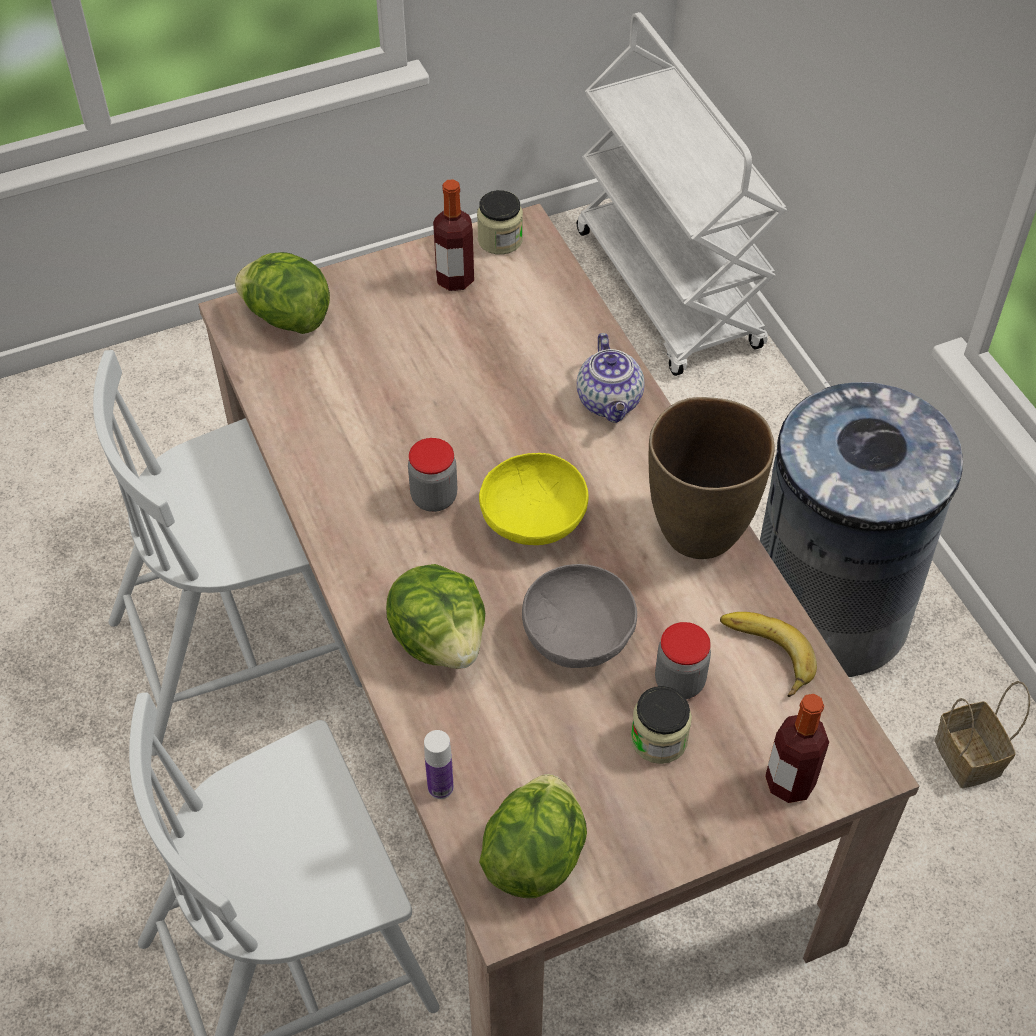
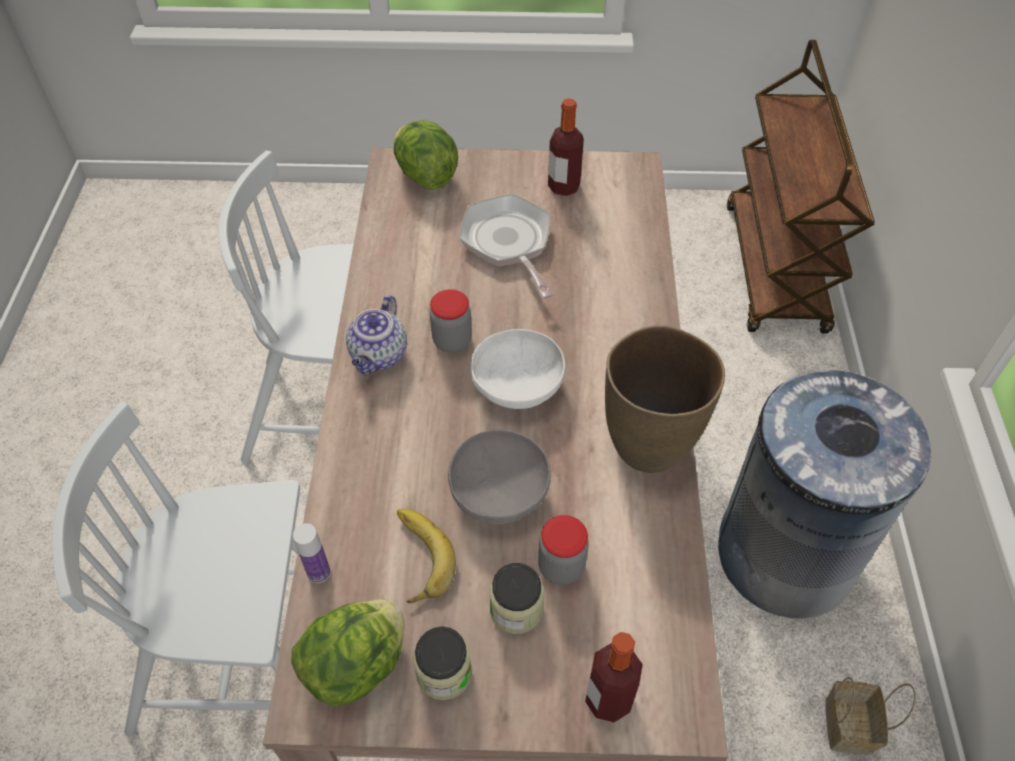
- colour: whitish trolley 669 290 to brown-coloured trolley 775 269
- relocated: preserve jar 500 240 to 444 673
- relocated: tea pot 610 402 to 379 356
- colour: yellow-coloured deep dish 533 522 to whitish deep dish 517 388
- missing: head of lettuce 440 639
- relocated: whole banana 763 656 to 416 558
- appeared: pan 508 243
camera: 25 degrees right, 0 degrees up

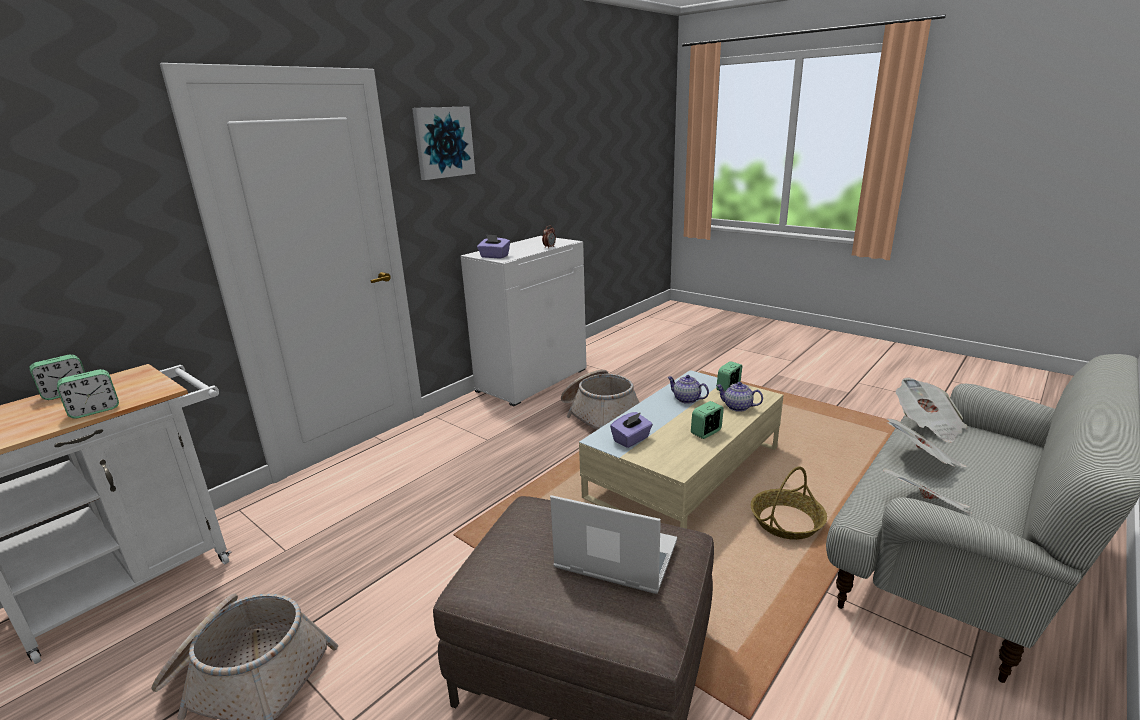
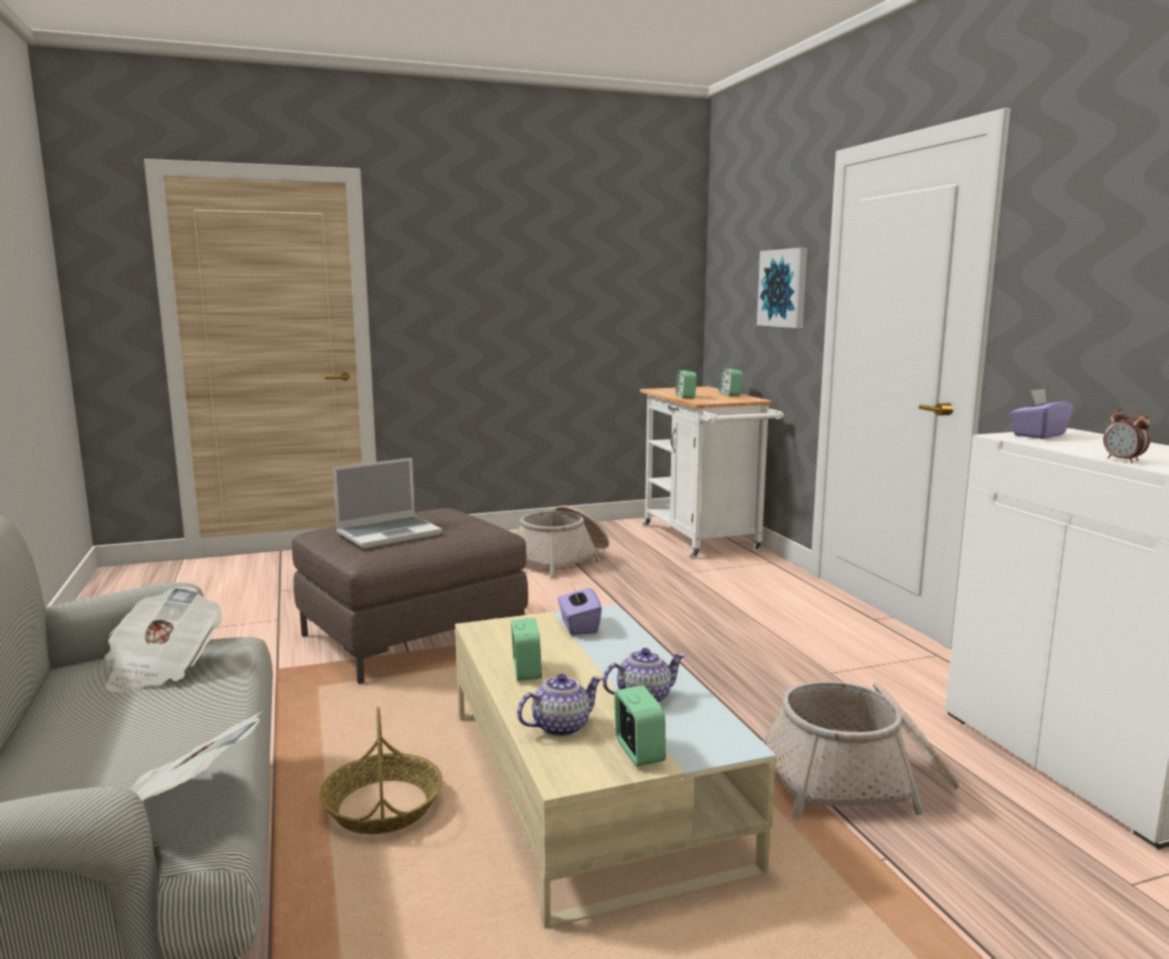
- relocated: wall art 443 142 to 783 288
- missing: newspaper 921 461
camera: 120 degrees right, 10 degrees down

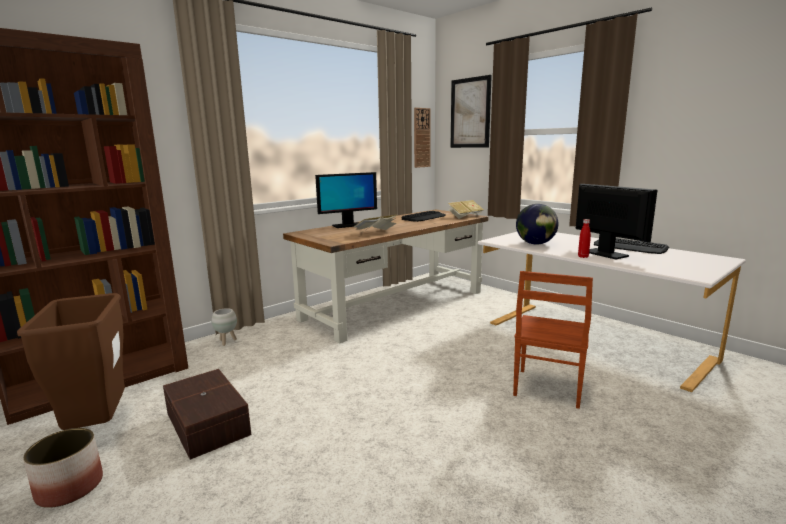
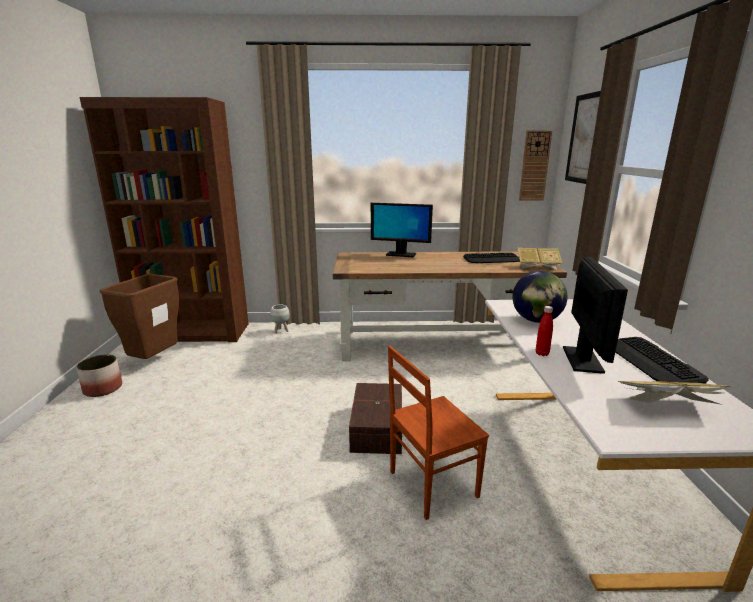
- relocated: book 376 233 to 667 406
- relocated: brown-coloured storage container 206 425 to 376 428
camera: 40 degrees right, 5 degrees up

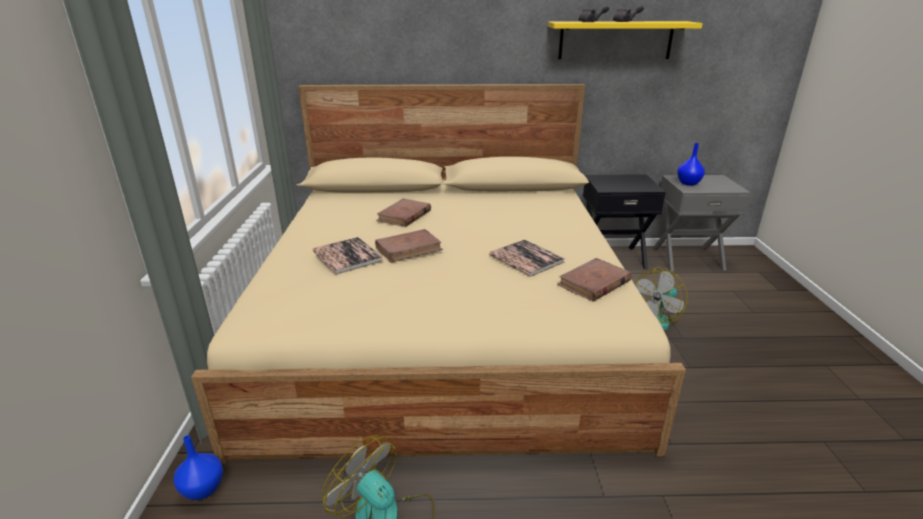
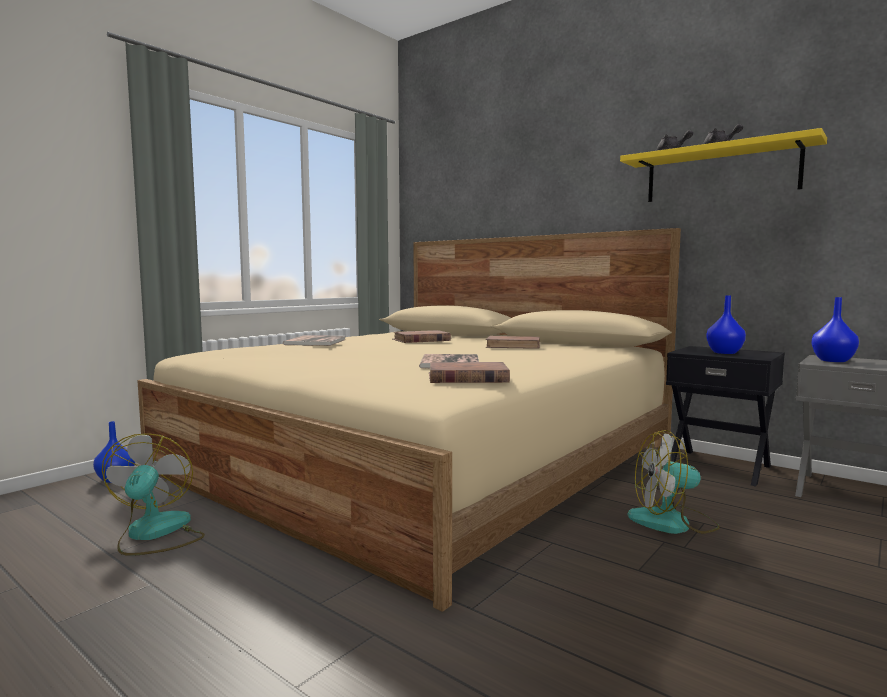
- relocated: brown-coloured book 409 248 to 513 346
- appeared: blue flower vase 725 352
camera: 40 degrees right, 20 degrees down

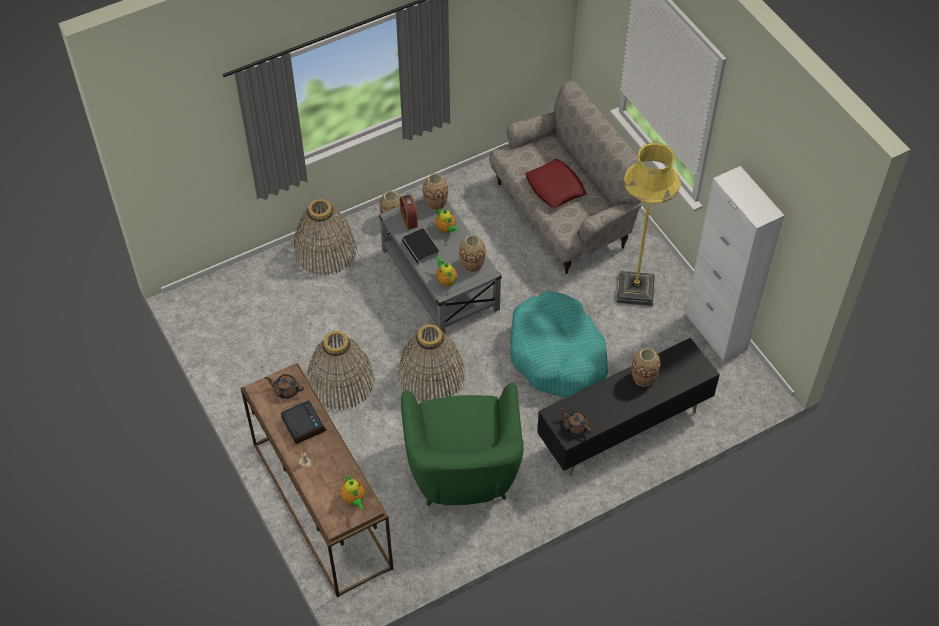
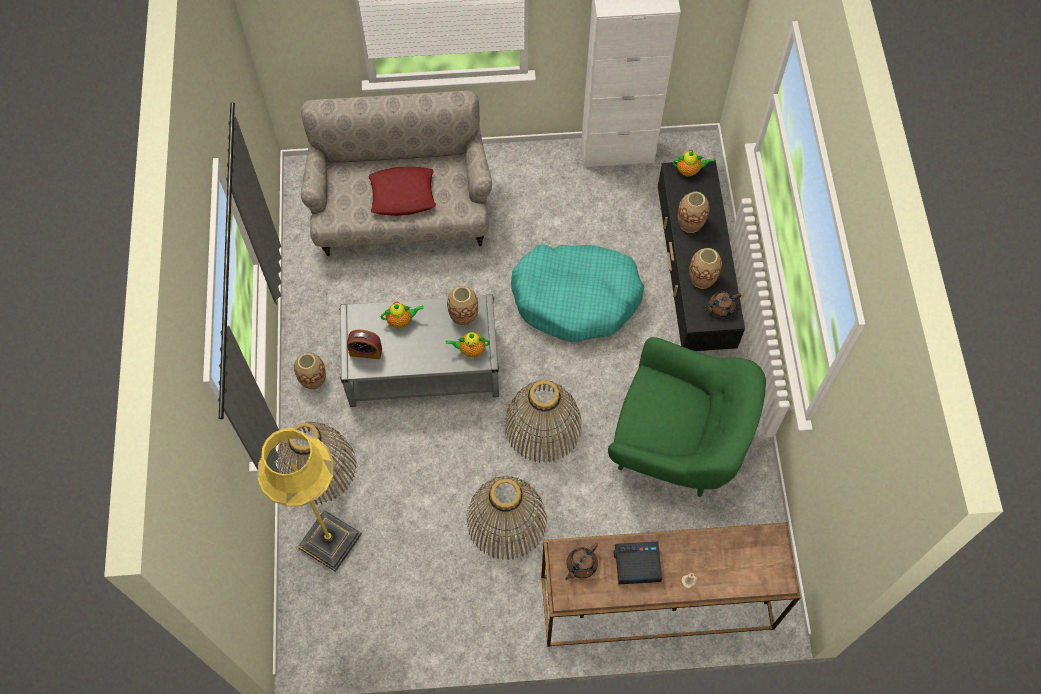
- relocated: yellow-coloured standing lamp 635 290 to 330 541
- relocated: flower vase 435 203 to 702 278
- missing: book 421 249
- relocated: tea pot 354 499 to 689 170
camera: 65 degrees left, 10 degrees up

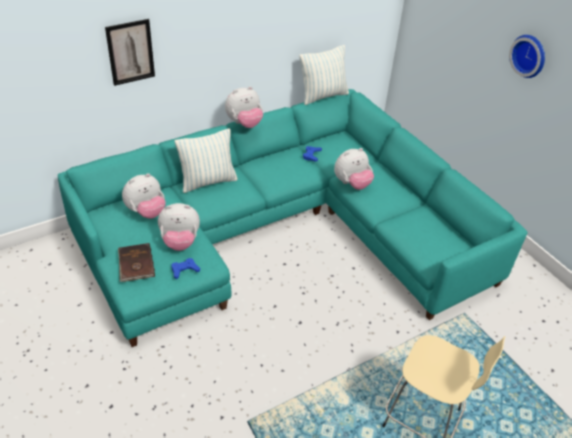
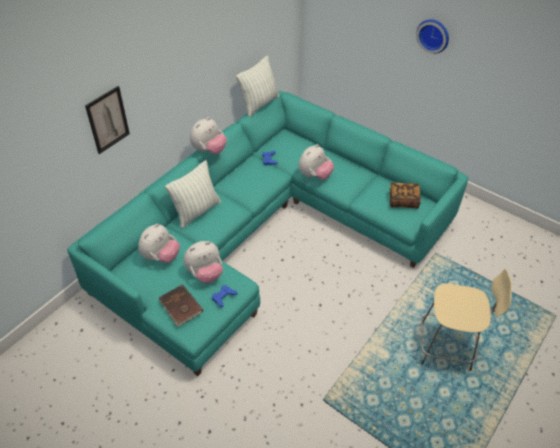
- appeared: book 403 201
camera: 20 degrees left, 5 degrees up

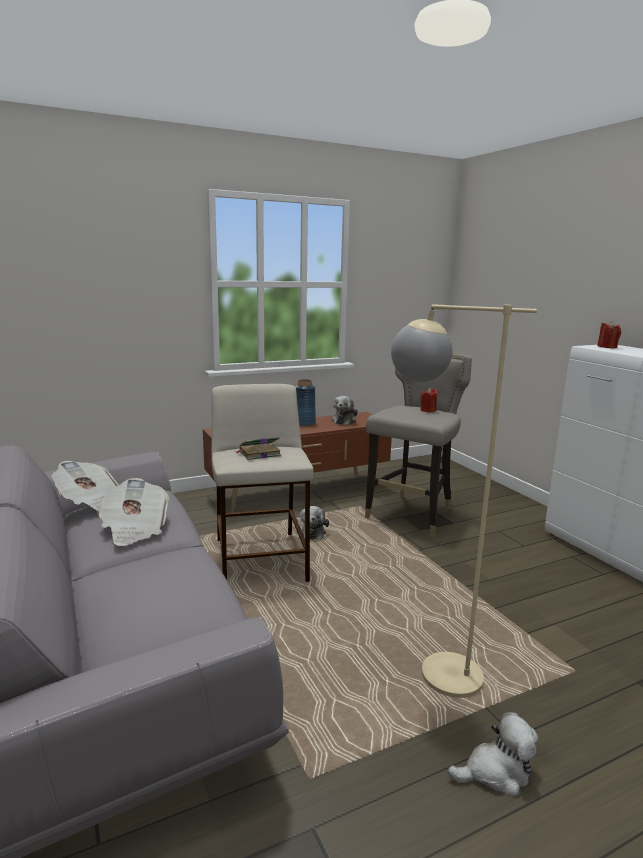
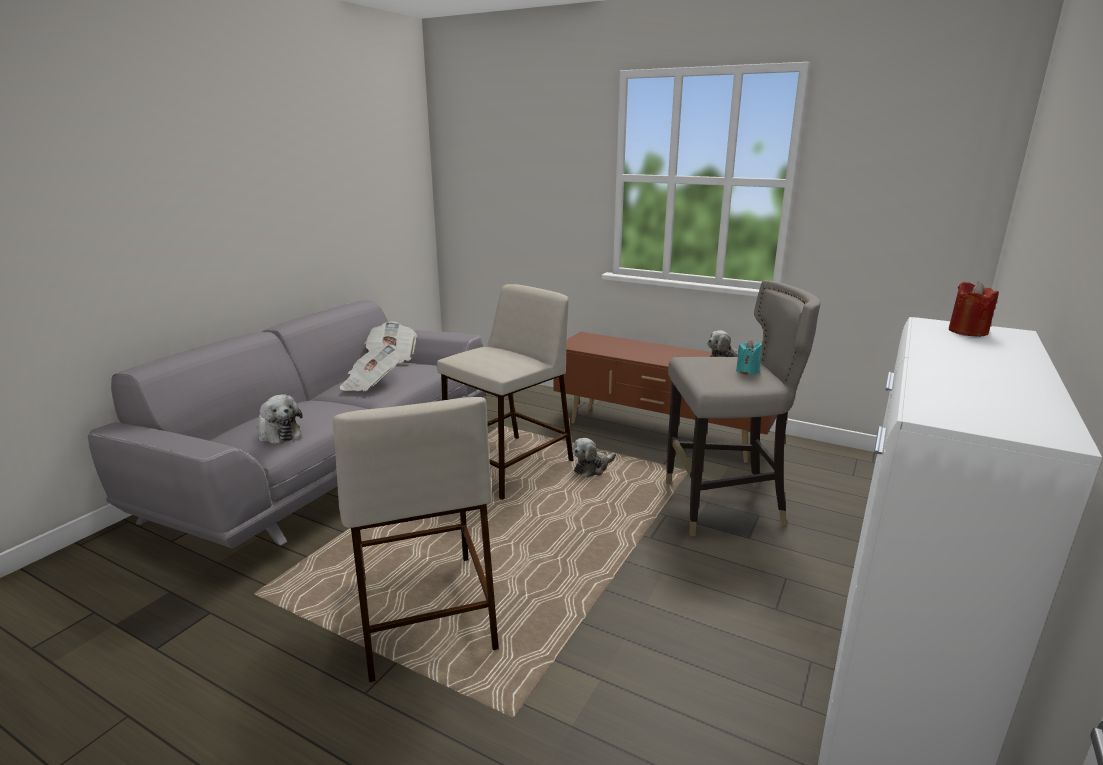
- exchanged: beige-coloured standing lamp 429 672 to beige-coloured stool 423 611
- missing: blue flower vase 304 423
- colour: red-coloured wax light 428 410 to turquoise-coloured wax light 747 371
- missing: book 258 454
- relocated: soft toy 495 772 to 278 433
camera: 55 degrees right, 5 degrees up

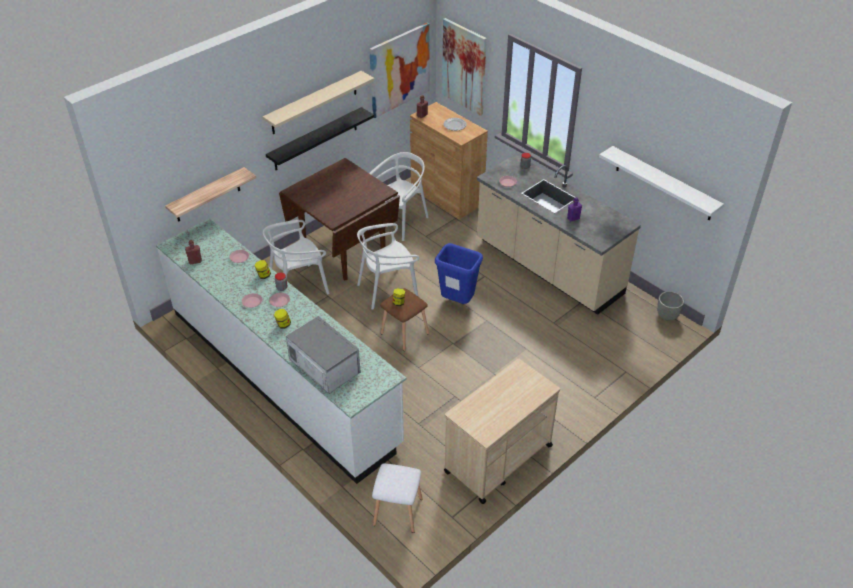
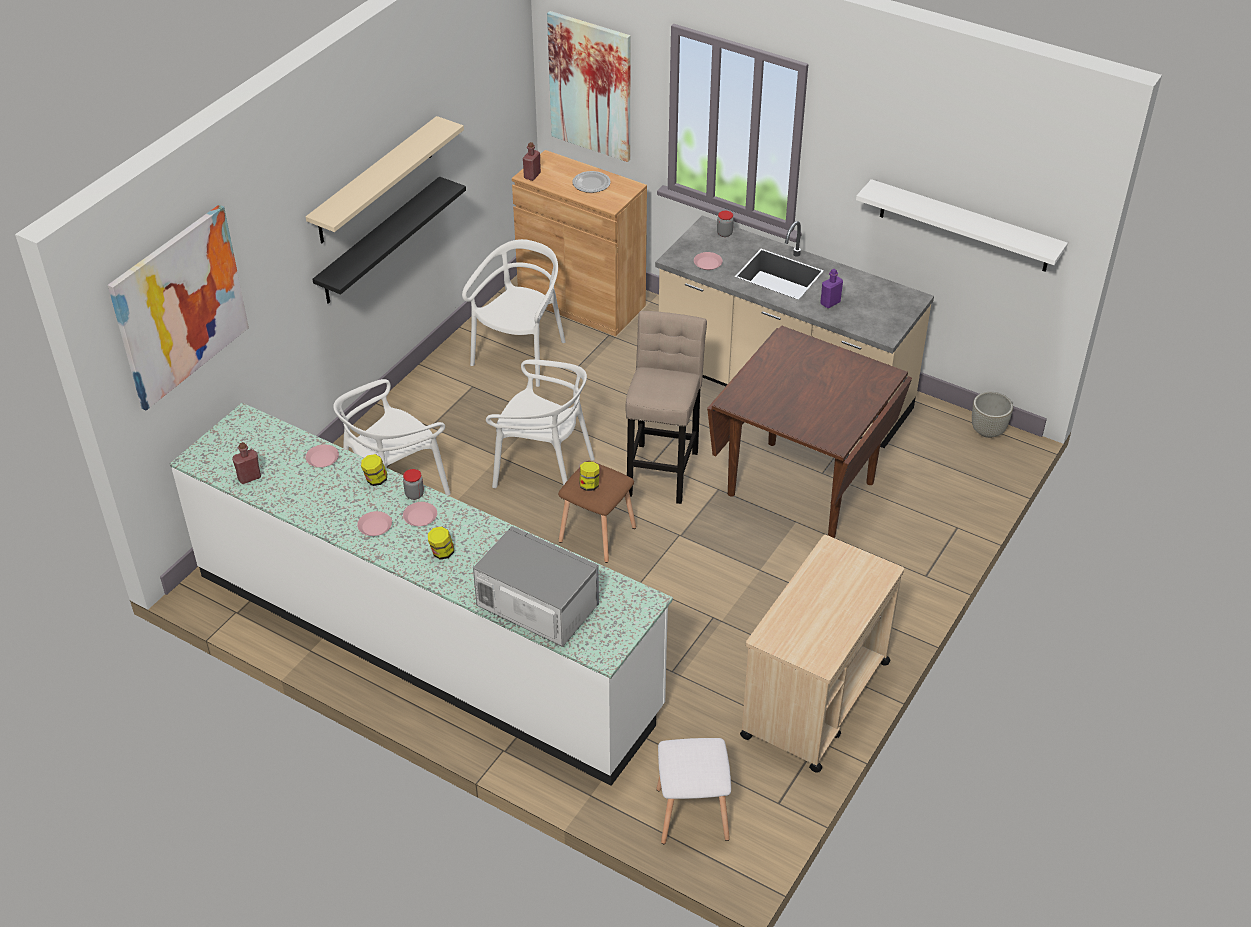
- relocated: wall art 399 70 to 179 306
- relocated: brown-coloured kitchen table 343 252 to 800 489
- missing: bracket shelf 207 195
- spun: whitish chair 387 290 = 543 470 120 degrees counterclockwise
- exchanged: blue rubbish bin 457 302 to beige-coloured stool 663 469
camera: 15 degrees left, 0 degrees up

